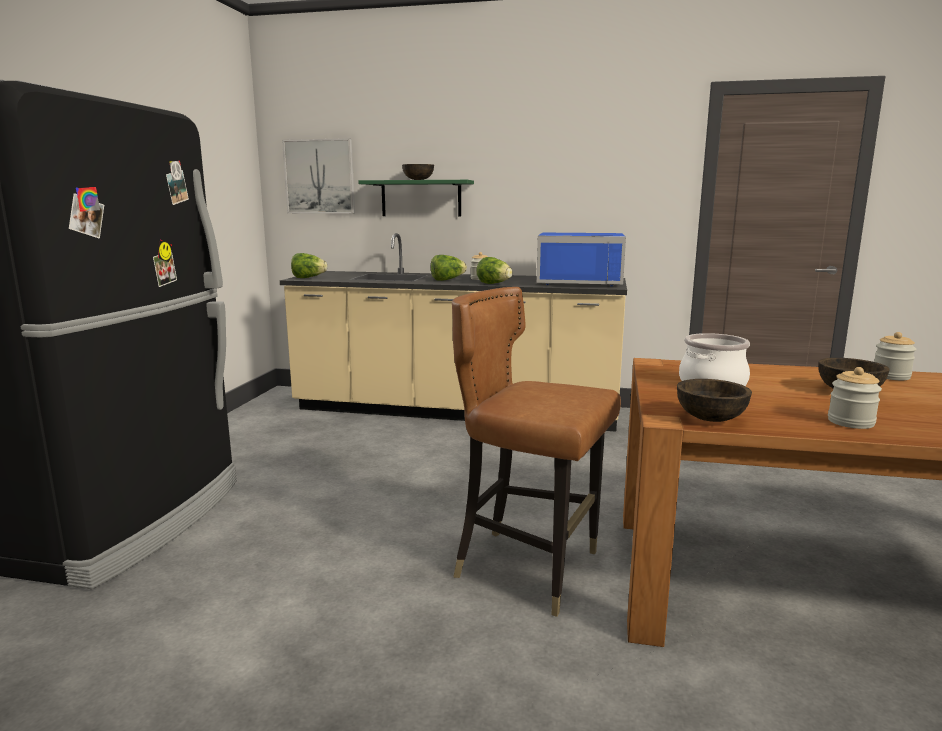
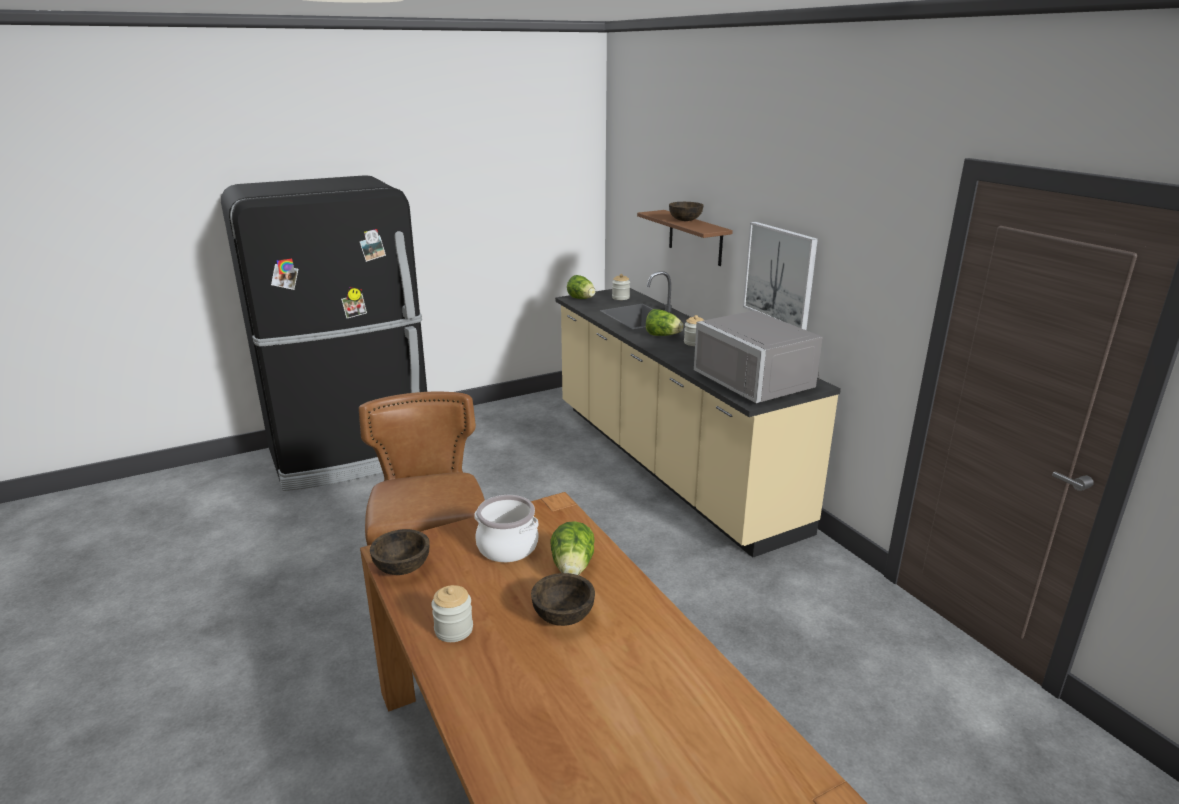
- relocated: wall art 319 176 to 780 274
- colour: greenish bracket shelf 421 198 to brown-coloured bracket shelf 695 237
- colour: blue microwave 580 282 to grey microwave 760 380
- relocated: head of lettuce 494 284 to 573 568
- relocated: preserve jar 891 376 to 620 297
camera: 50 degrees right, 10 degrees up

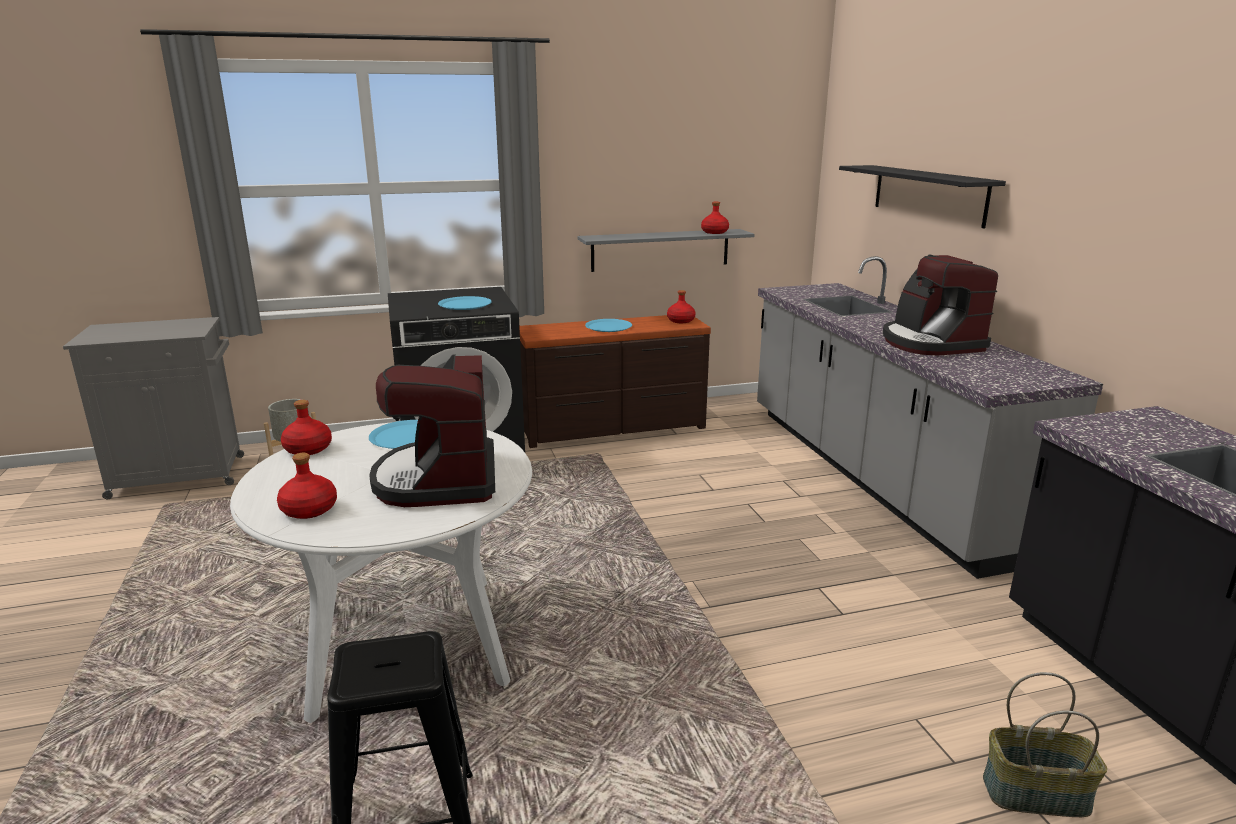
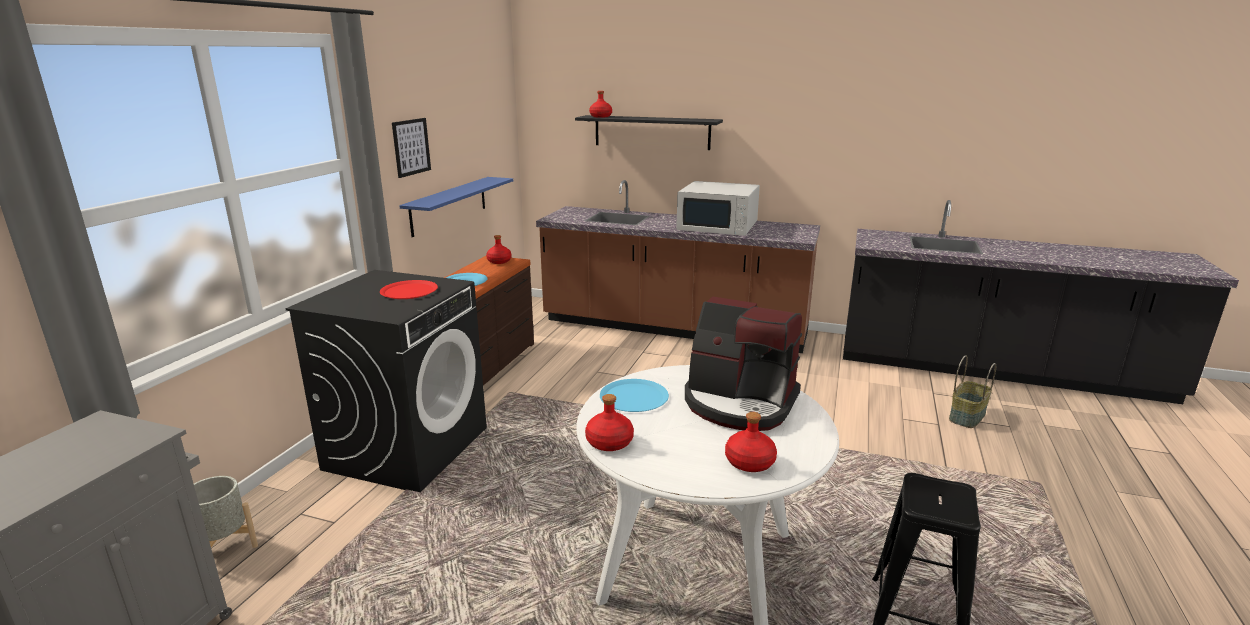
- relocated: red-coloured bottle 715 232 to 600 116
- colour: grey bracket shelf 660 250 to blue bracket shelf 449 205
- exchanged: coffee machine 930 343 to whitish microwave 718 227
- colour: grey counter 875 476 to brown-coloured counter 673 328
- colour: blue flat dish 464 304 to red-coloured flat dish 409 291
- appeared: wall art 411 147
camera: 55 degrees left, 0 degrees up

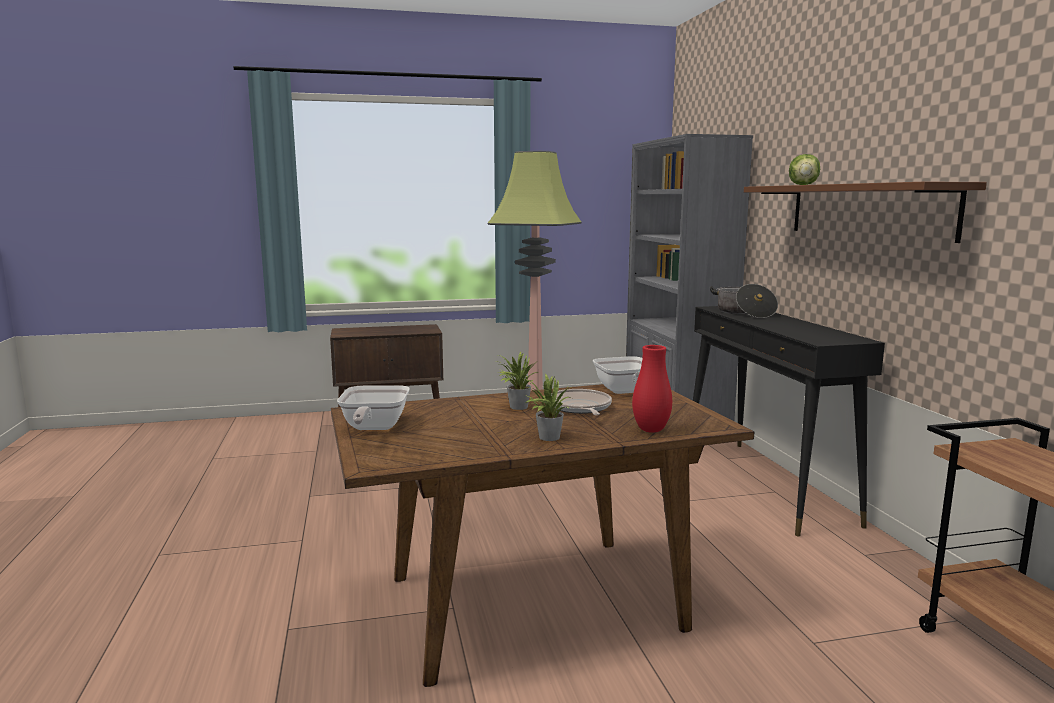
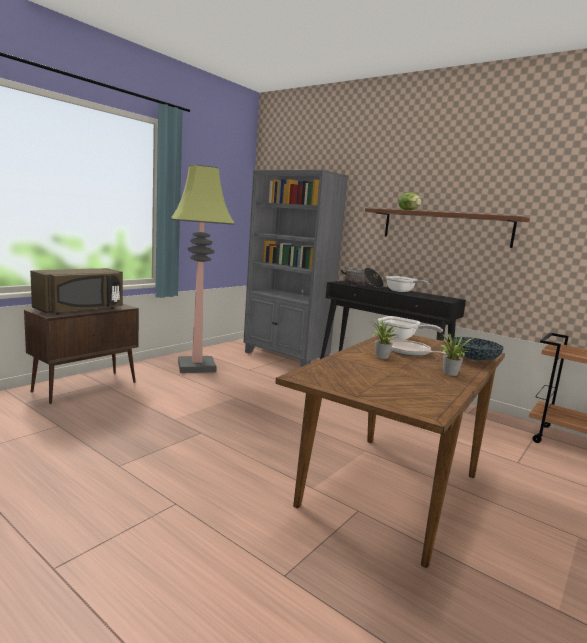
- exchanged: red-coloured flower vase 651 430 to deep dish 473 360
- relocated: pan 373 428 to 402 291
- appeared: brown-coloured microwave 81 310
camera: 40 degrees left, 0 degrees up

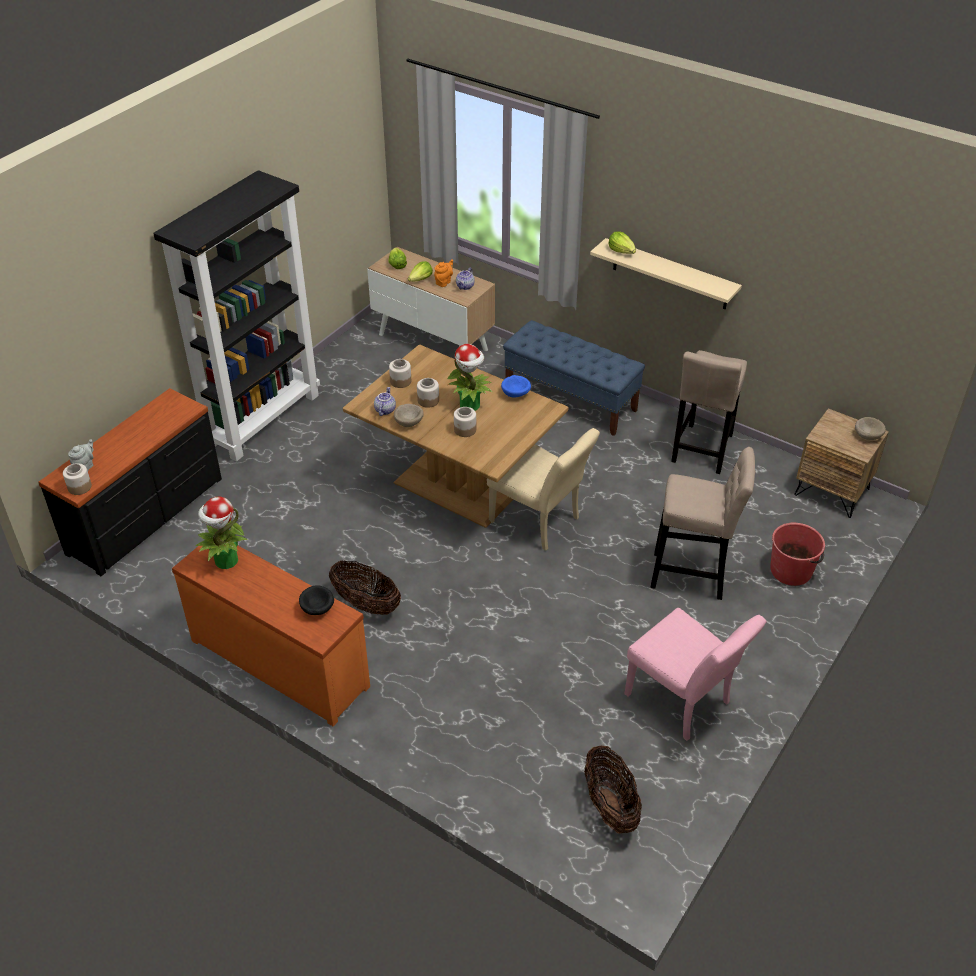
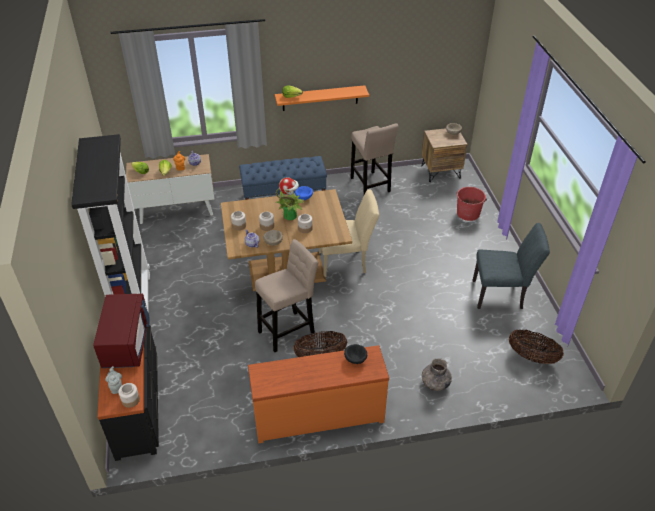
- colour: beige-coloured bracket shelf 670 274 to orange bracket shelf 320 98
- relocated: beige-coloured stool 693 576 to 289 330
- missing: houseplant 226 561
- colour: pink-coloured chair 683 703 to grey chair 502 295
- appeared: red-coloured microwave 126 343
- appeared: grey flower vase 435 383
camera: 45 degrees left, 0 degrees up

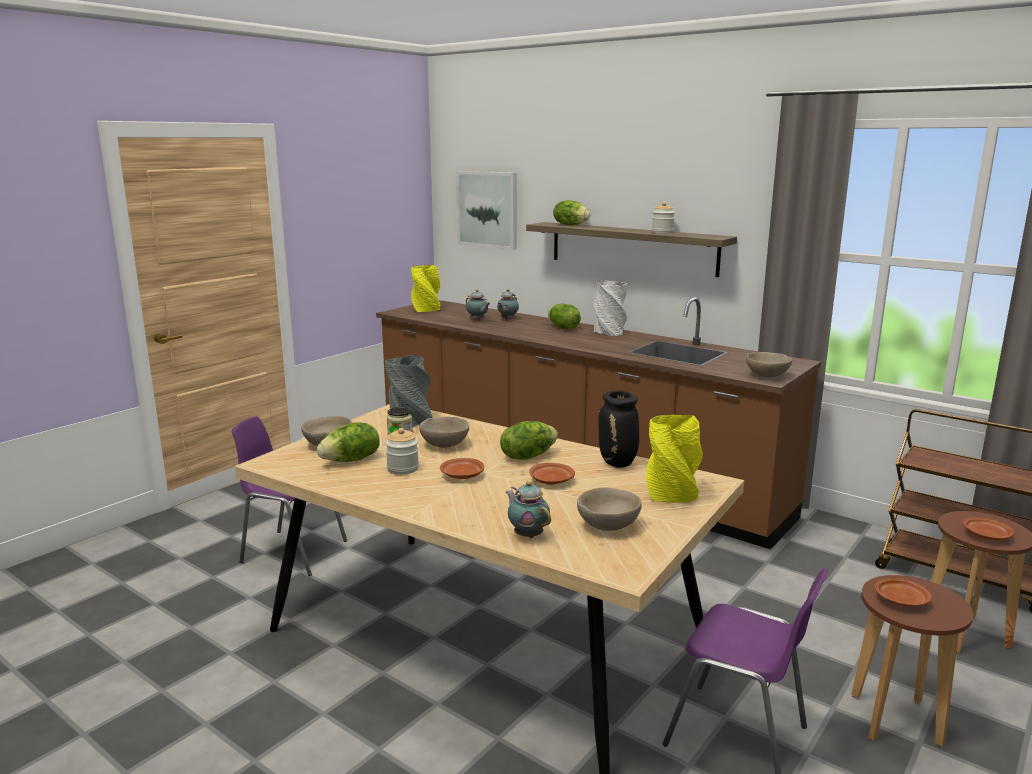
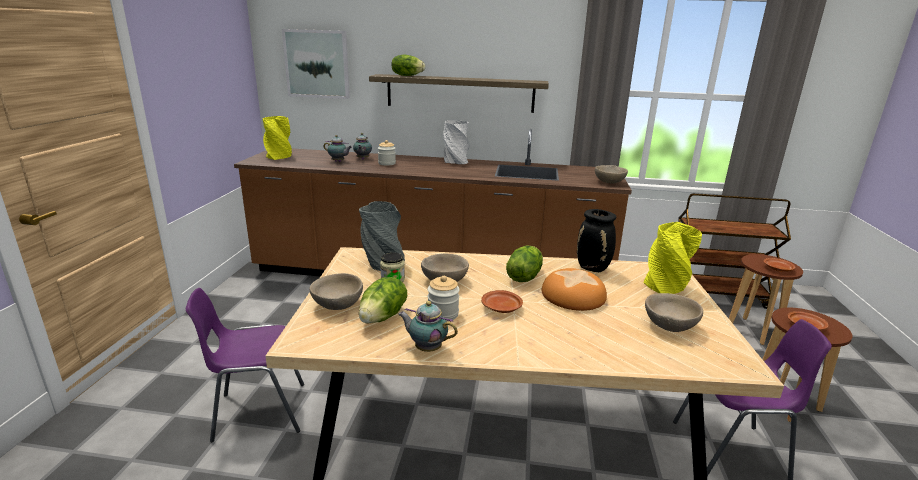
- relocated: preserve jar 662 232 to 387 163
- missing: head of lettuce 563 328
- exchanged: brown-coloured flat dish 551 480 to baked bread 572 295
- relocated: tea pot 527 535 to 426 348
camera: 30 degrees left, 5 degrees up

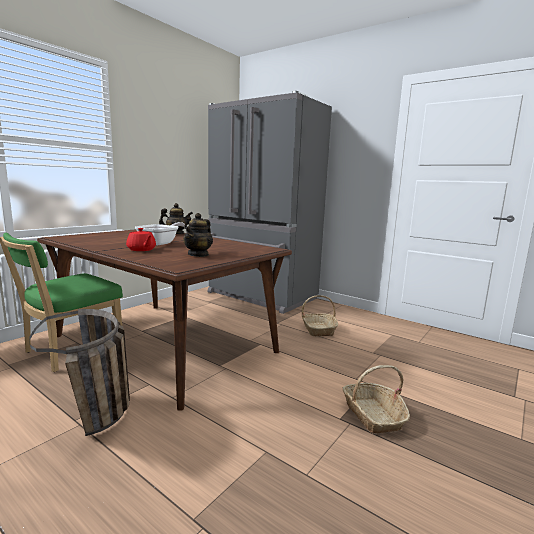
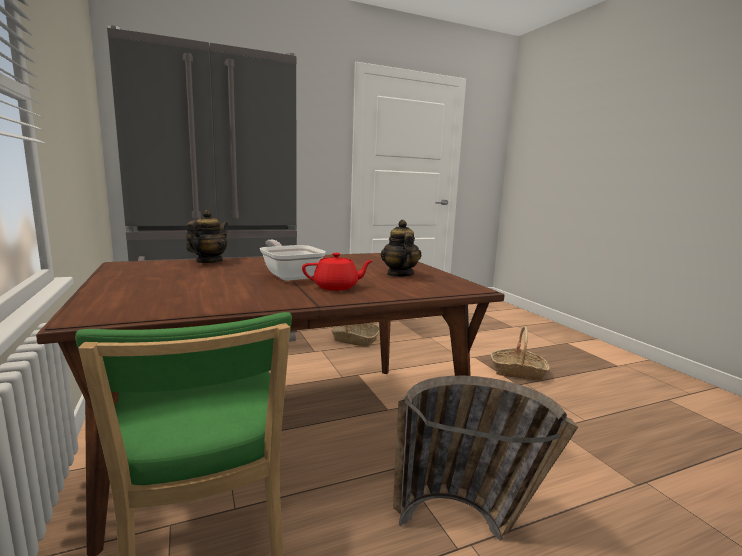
- spun: tea pot 198 254 = 399 274 150 degrees counterclockwise
camera: 60 degrees left, 0 degrees up

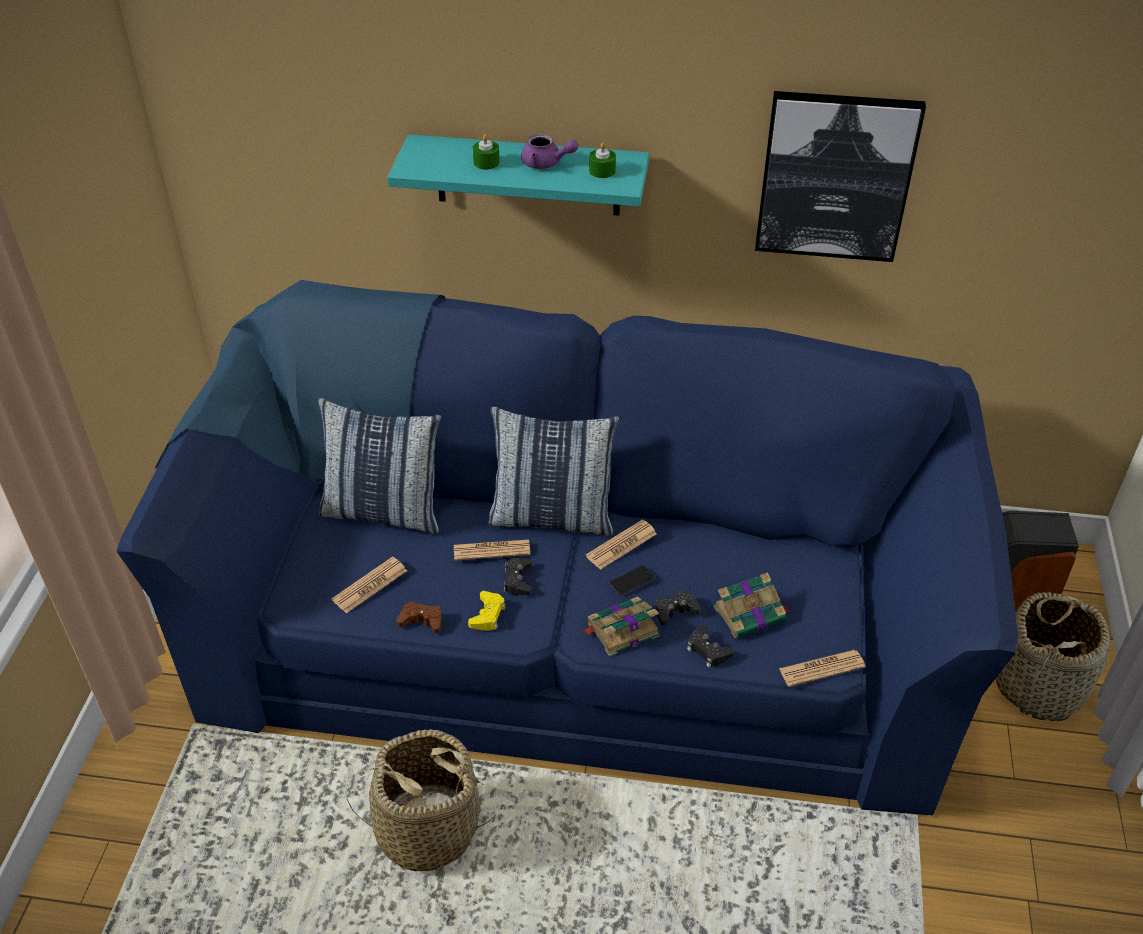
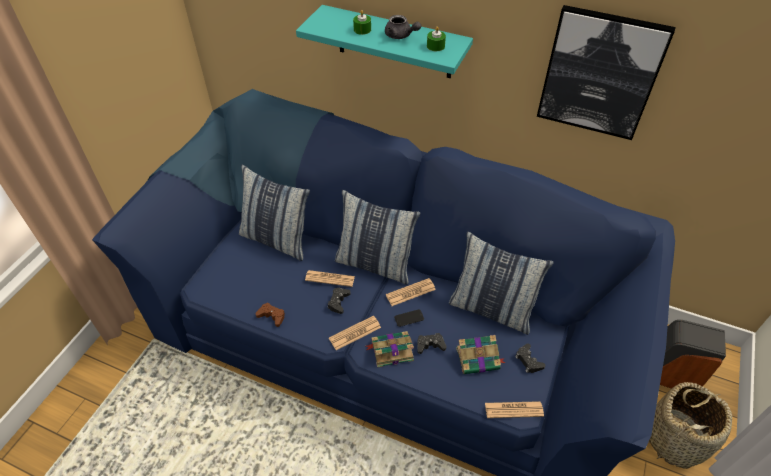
- colour: purplish tea pot 546 163 to grey tea pot 400 36
- relocated: newspaper 370 585 to 355 333
- missing: yellow-coloured joypad 488 615
- relocated: black-coloured joypad 707 650 to 528 361
- missing: basket 426 828
- appeared: cushion 491 309
camera: 15 degrees right, 5 degrees up

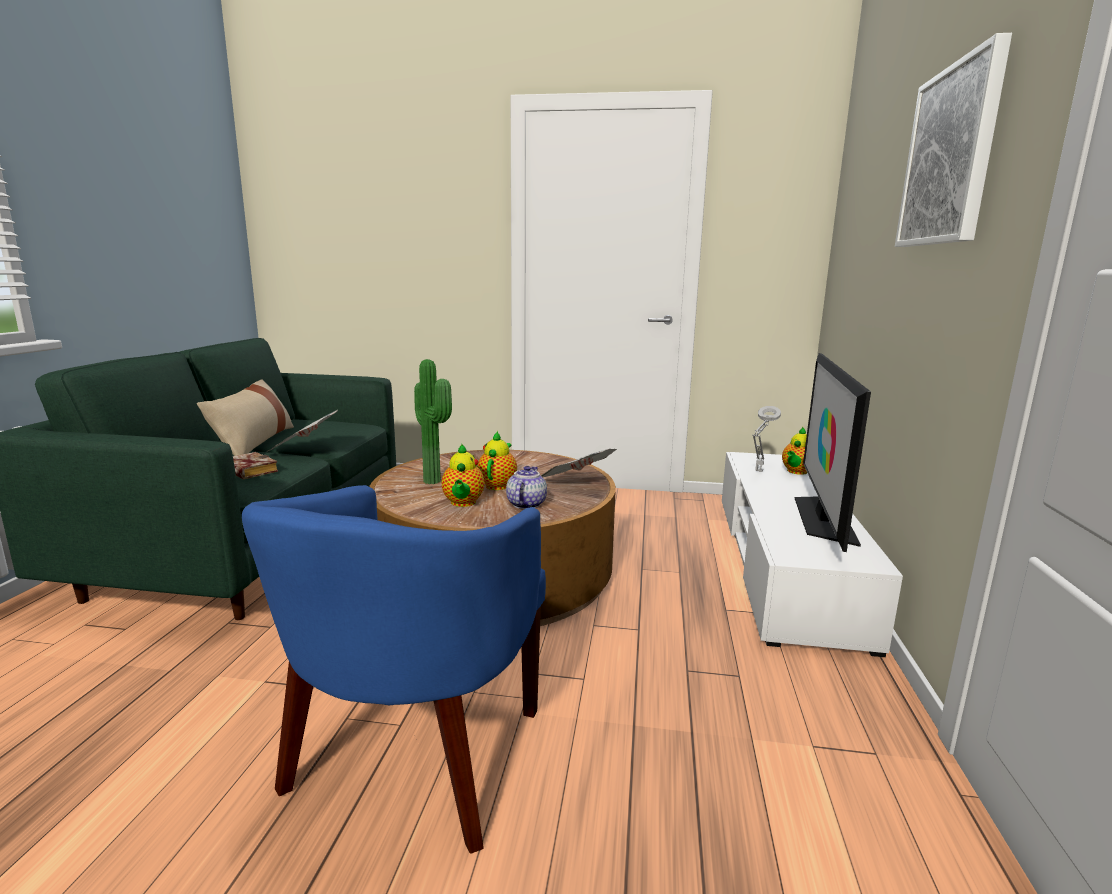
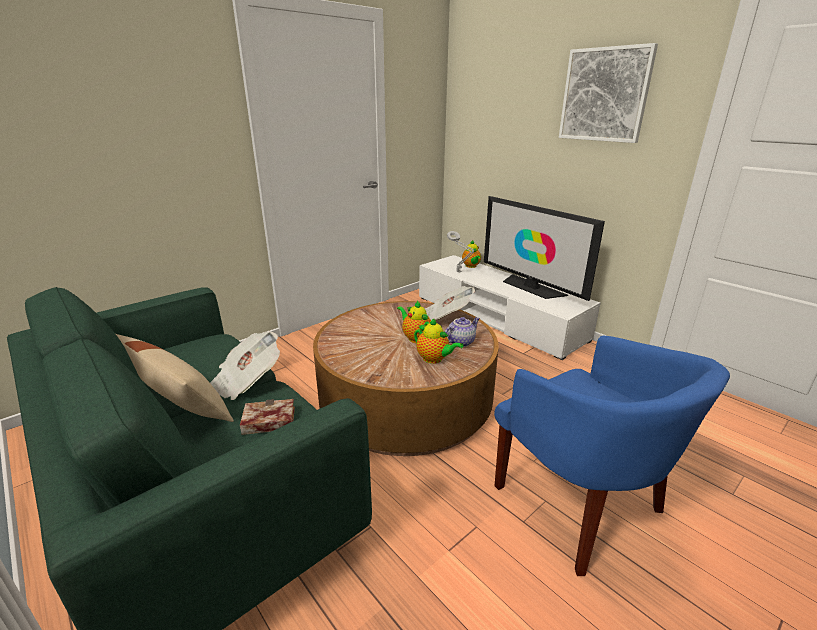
- missing: houseplant 435 480
- spun: tea pot 525 504 = 460 342 90 degrees clockwise
camera: 50 degrees left, 10 degrees up

